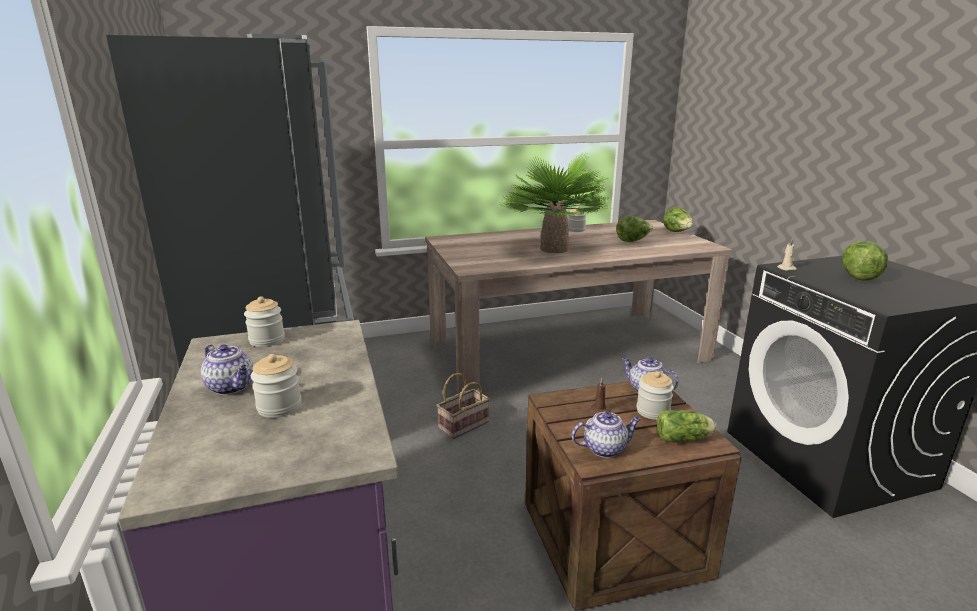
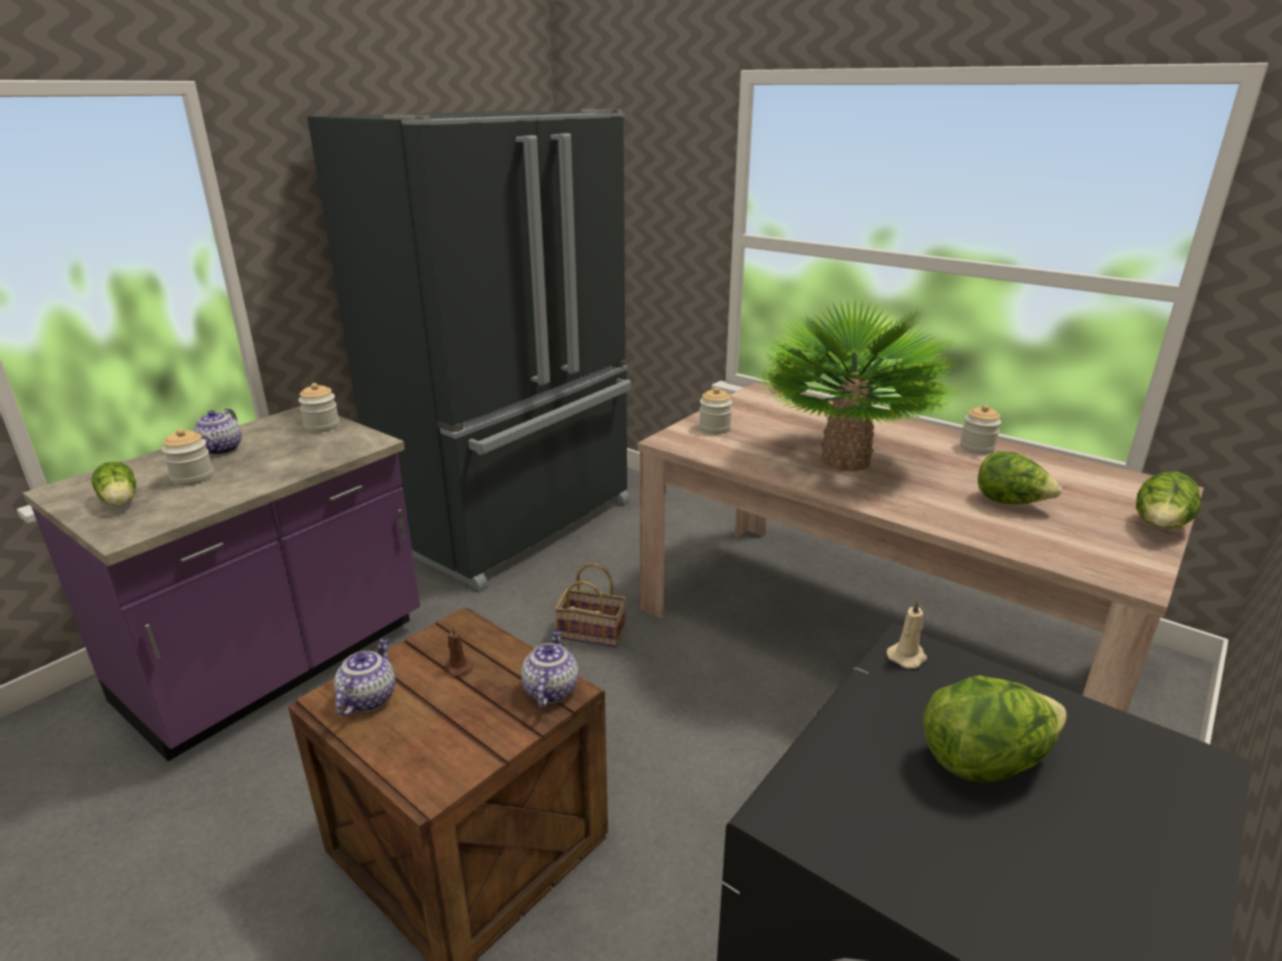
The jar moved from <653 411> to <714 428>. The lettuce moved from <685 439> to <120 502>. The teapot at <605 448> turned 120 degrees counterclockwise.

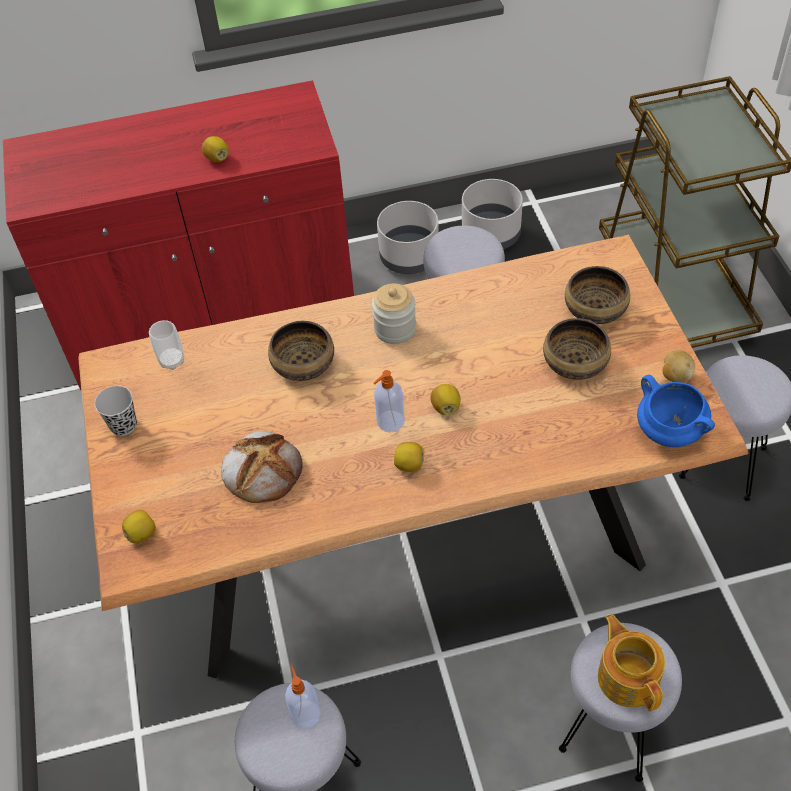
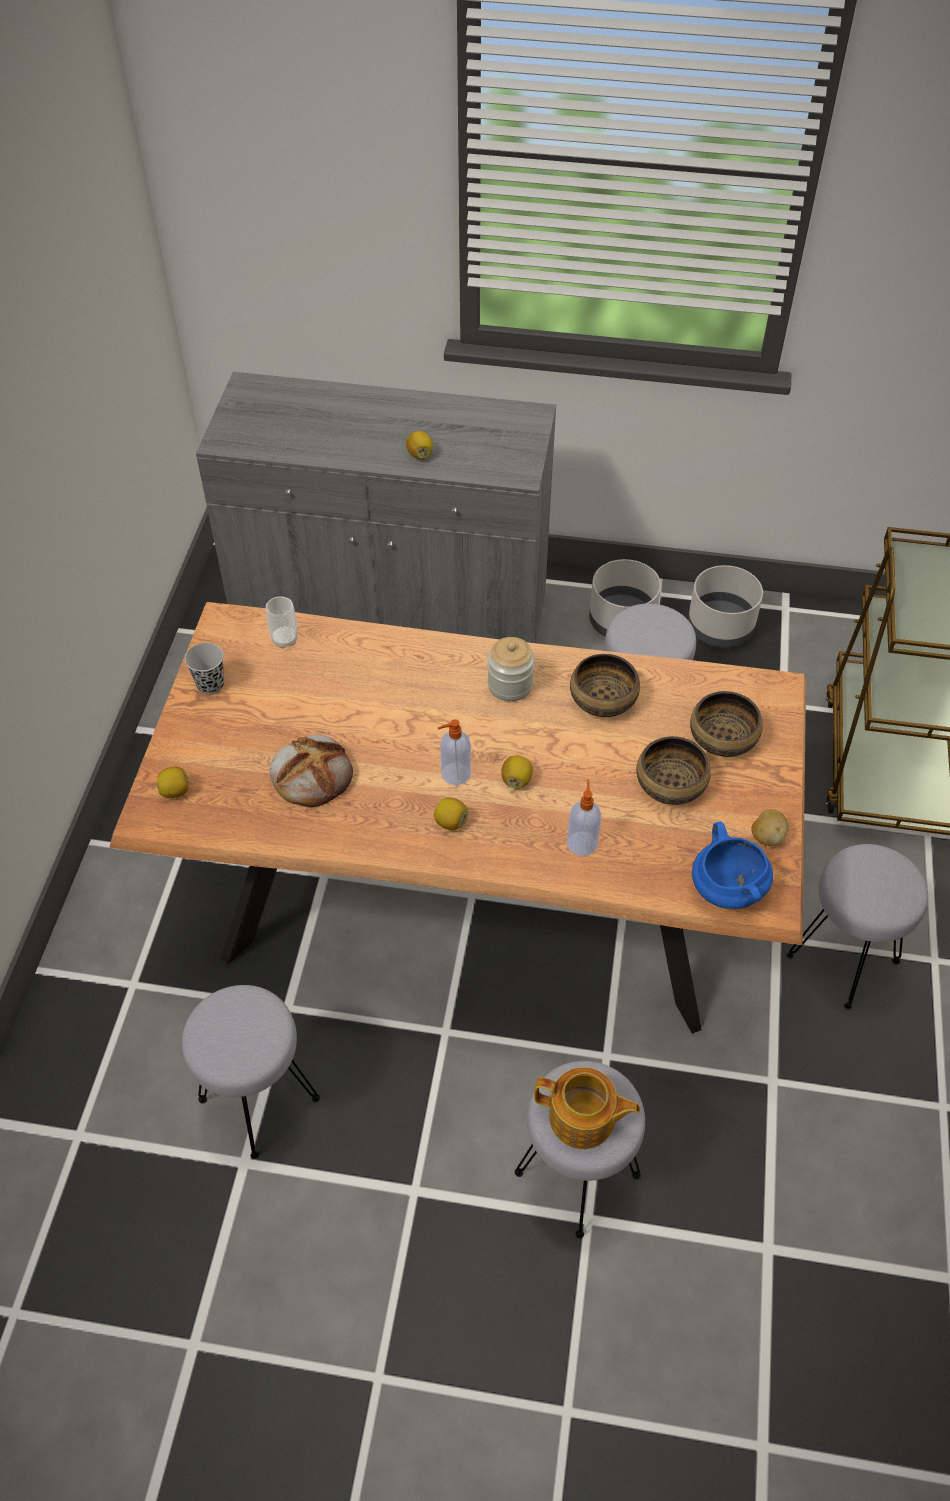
The bowl moved from <303 365> to <602 700>. The soap dispenser moved from <305 713> to <582 842>. The red cabinet at <214 324> became the grey cabinet at <392 622>. The teapot at <628 676> turned 105 degrees clockwise.

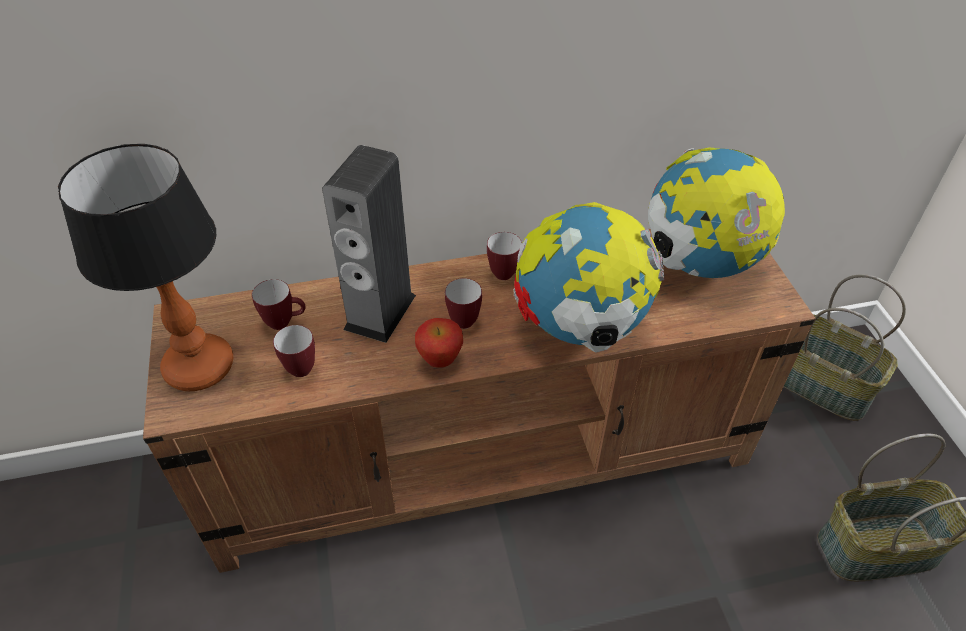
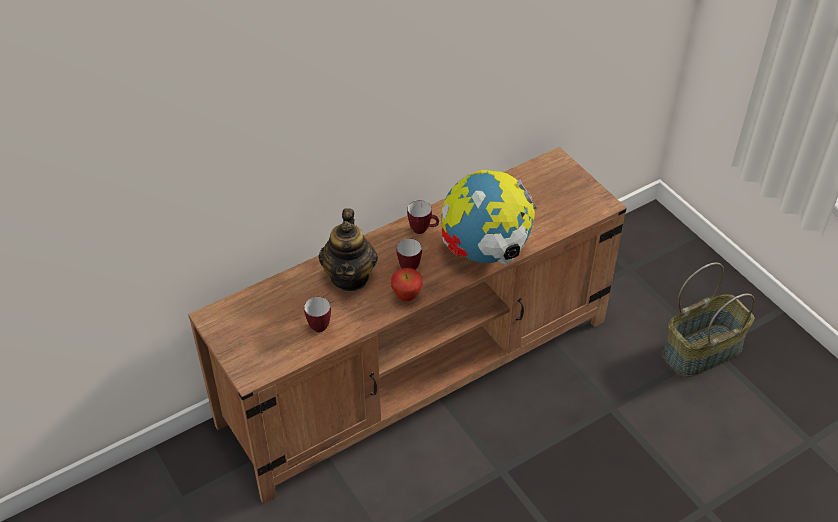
The table lamp at <200 366> disappeared. The mug at <285 322> disappeared. The globe at <699 263> disappeared. The basket at <818 385> disappeared. The speaker at <380 312> was replaced by the teapot at <350 276>.

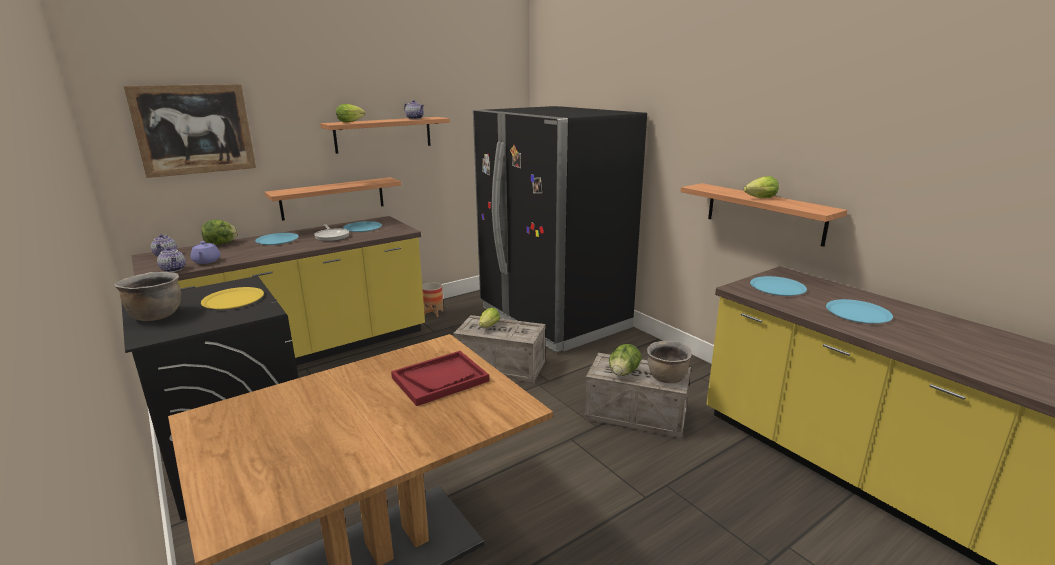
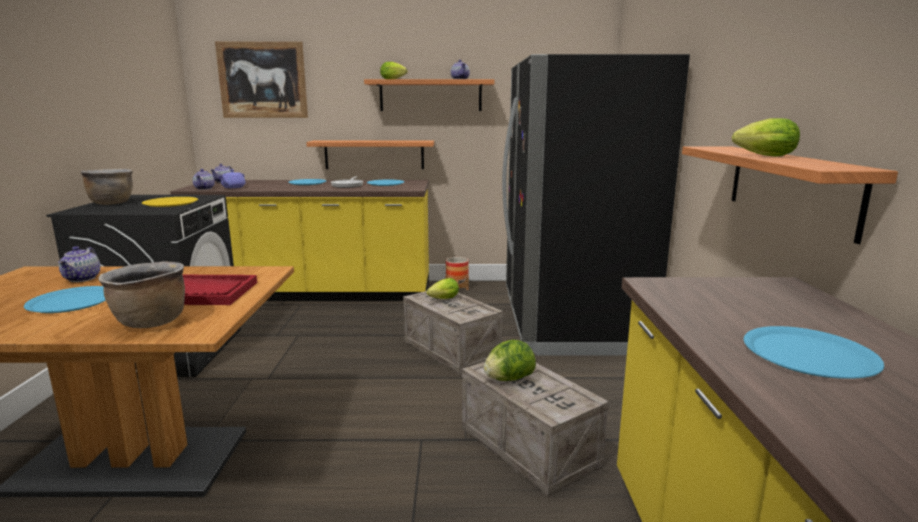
The lettuce at <221 244> disappeared. The teapot at <83 279> appeared. The brown cooking pot moved from <667 378> to <150 322>. The blue plate moved from <777 287> to <71 301>.

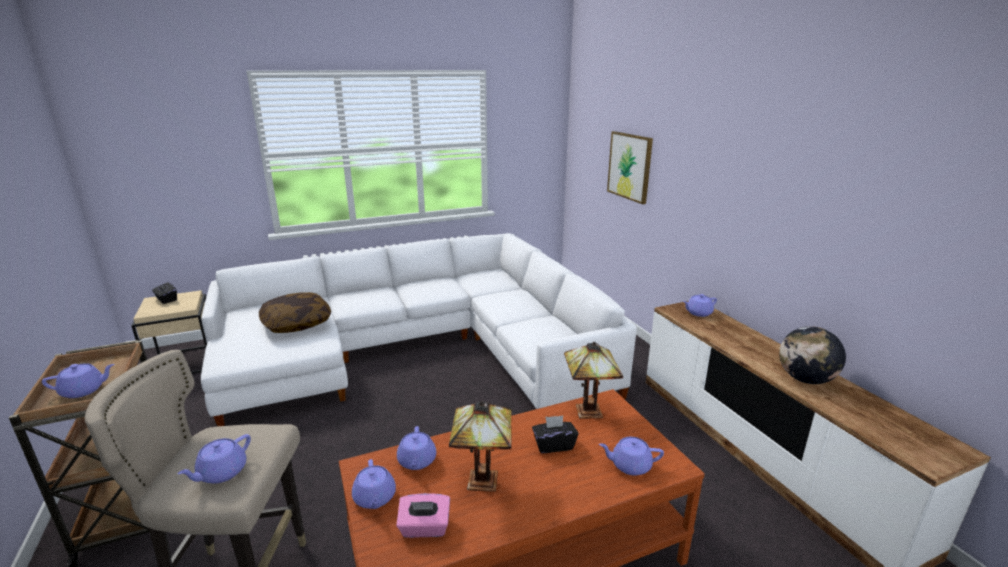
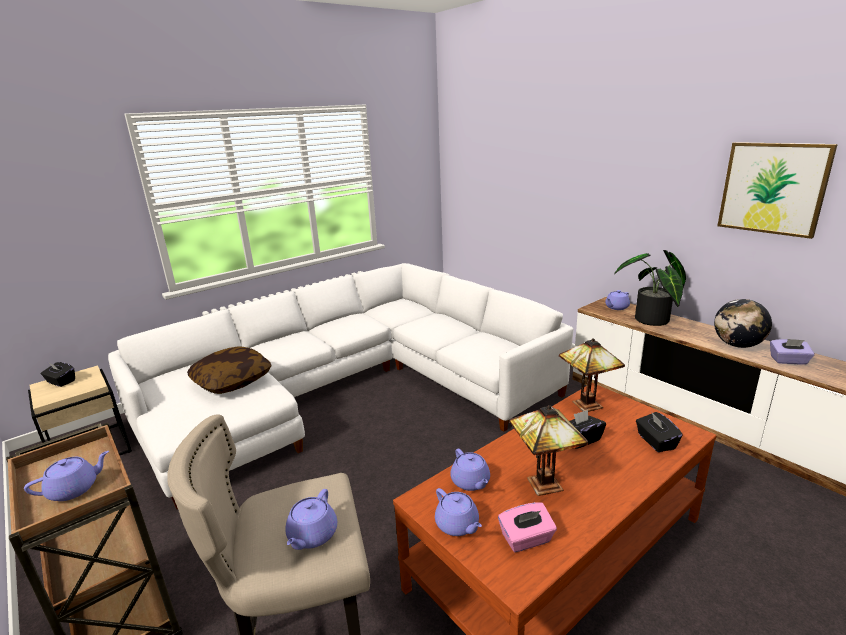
The potted plant at <651 321> appeared. The purple tissue box at <788 361> appeared. The picture moved from <630 166> to <773 188>. The purple teapot at <630 465> was replaced by the black tissue box at <655 442>.

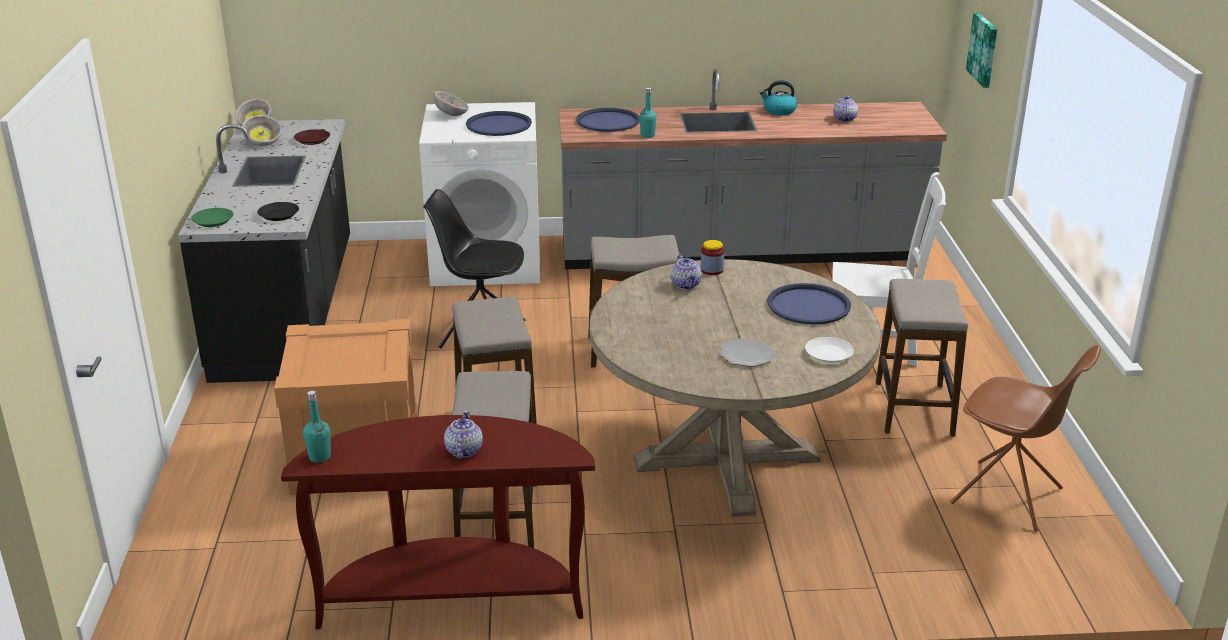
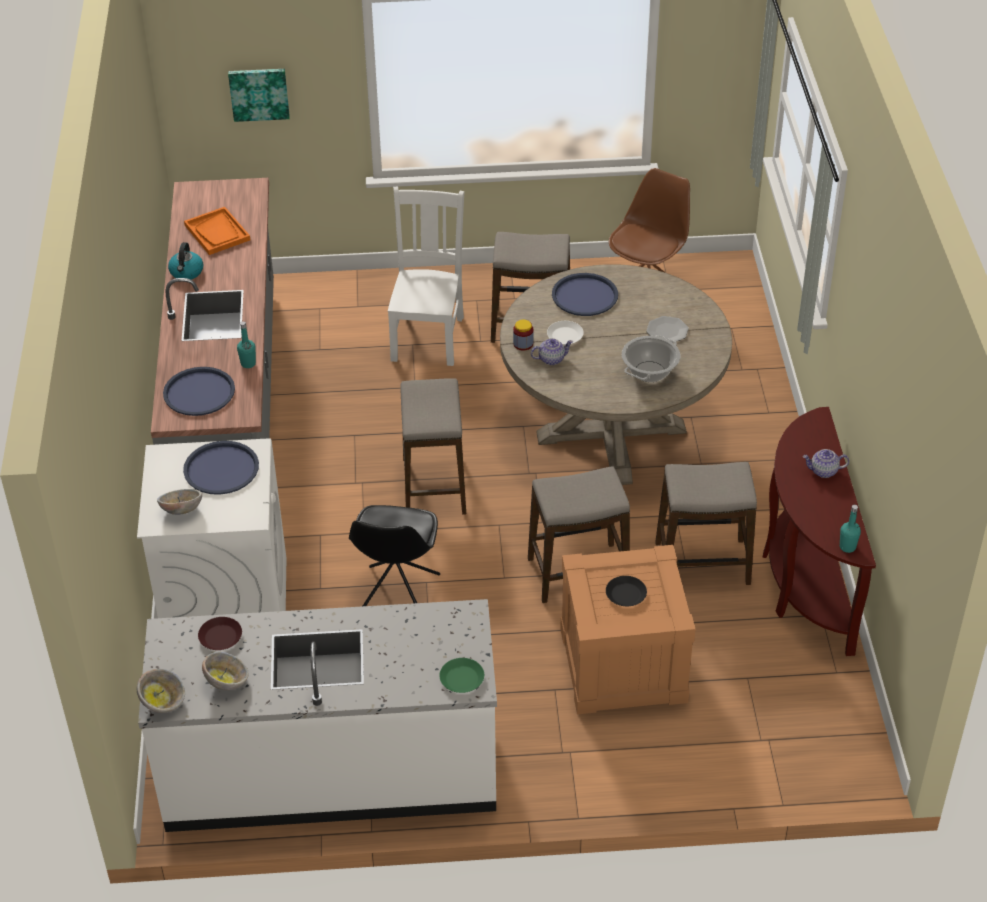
The cooking pot at <649 372> appeared. The black plate moved from <278 215> to <625 594>. The white plate moved from <828 354> to <565 336>. The teapot at <844 119> was replaced by the orange tray at <217 232>. The black counter at <288 309> became the white counter at <331 771>.

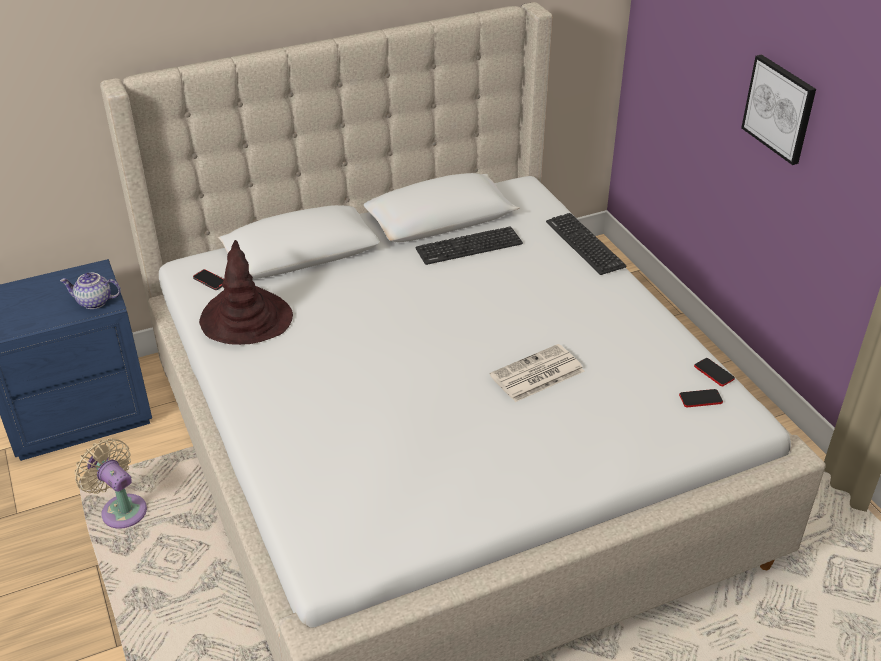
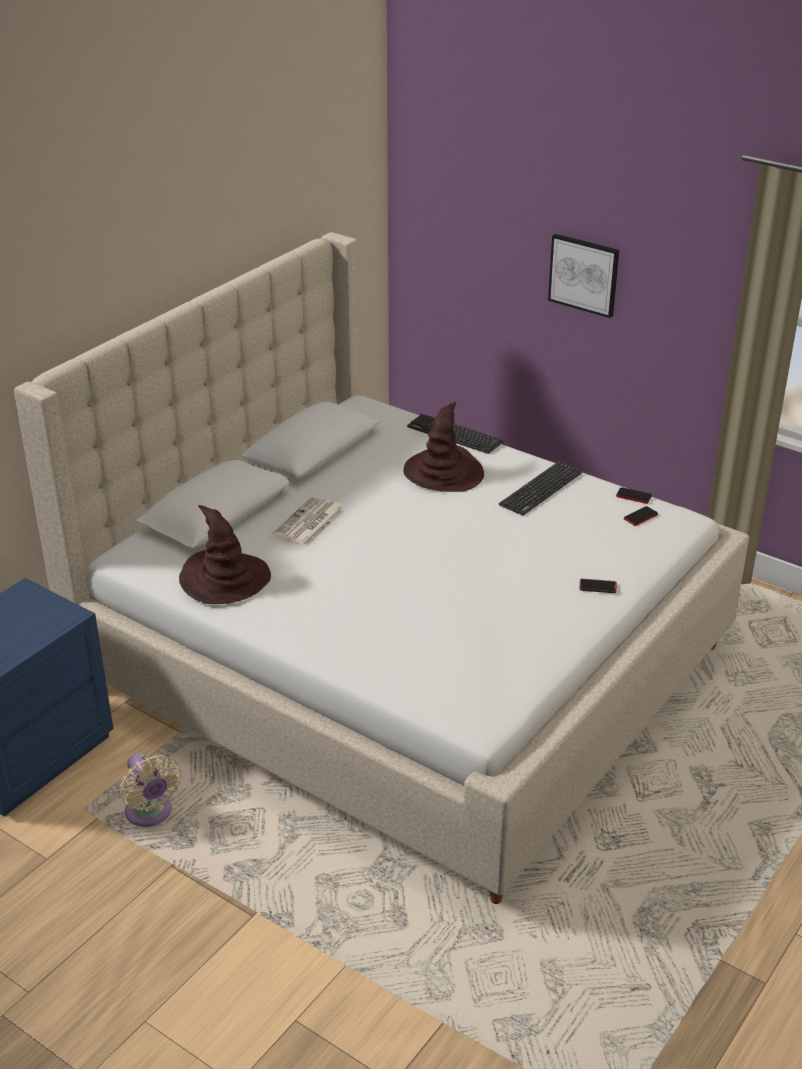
The teapot at <94 302> disappeared. The brown hat at <444 472> appeared. The phone moved from <210 281> to <597 587>. The keyboard moved from <469 246> to <540 489>. The newspaper moved from <536 374> to <309 523>. The beige fan at <121 509> turned 135 degrees counterclockwise.

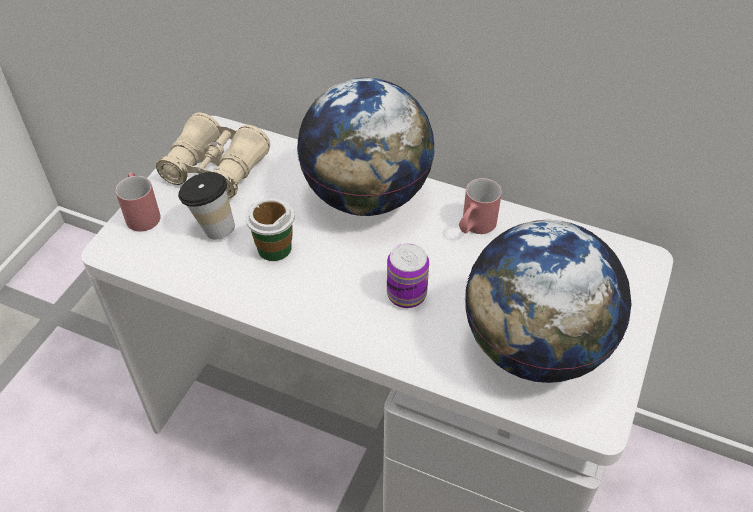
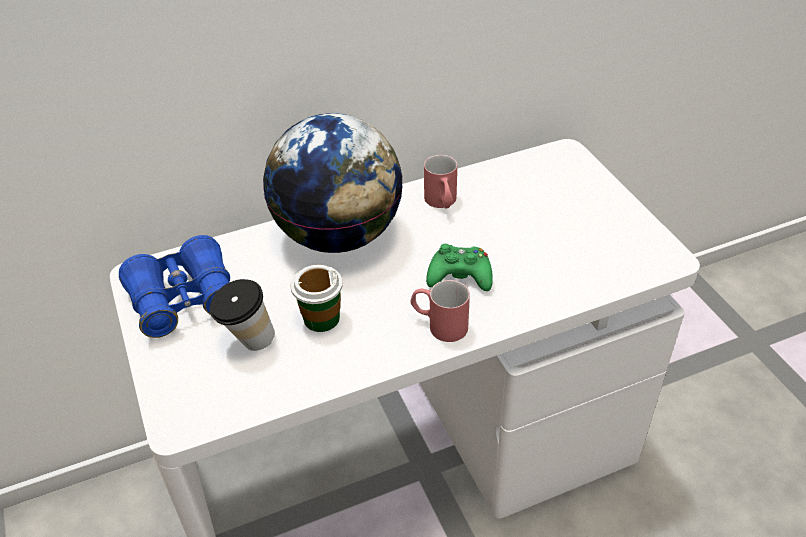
The globe at <533 347> disappeared. The red mug moved from <141 213> to <439 325>. The can at <406 294> was replaced by the green game controller at <460 275>. The beige binoculars at <216 168> became the blue binoculars at <184 300>.

